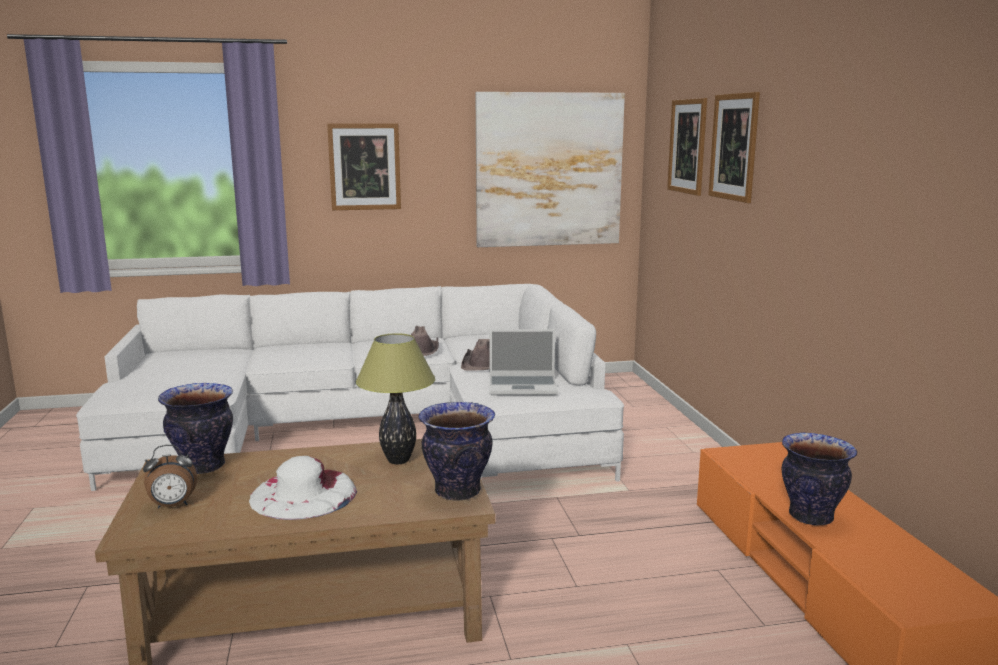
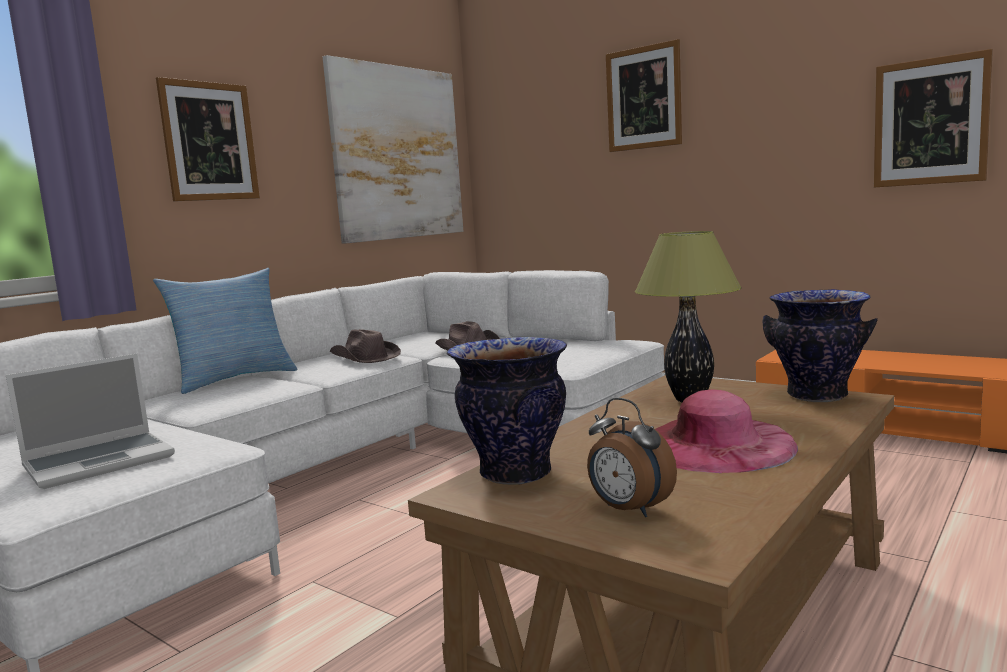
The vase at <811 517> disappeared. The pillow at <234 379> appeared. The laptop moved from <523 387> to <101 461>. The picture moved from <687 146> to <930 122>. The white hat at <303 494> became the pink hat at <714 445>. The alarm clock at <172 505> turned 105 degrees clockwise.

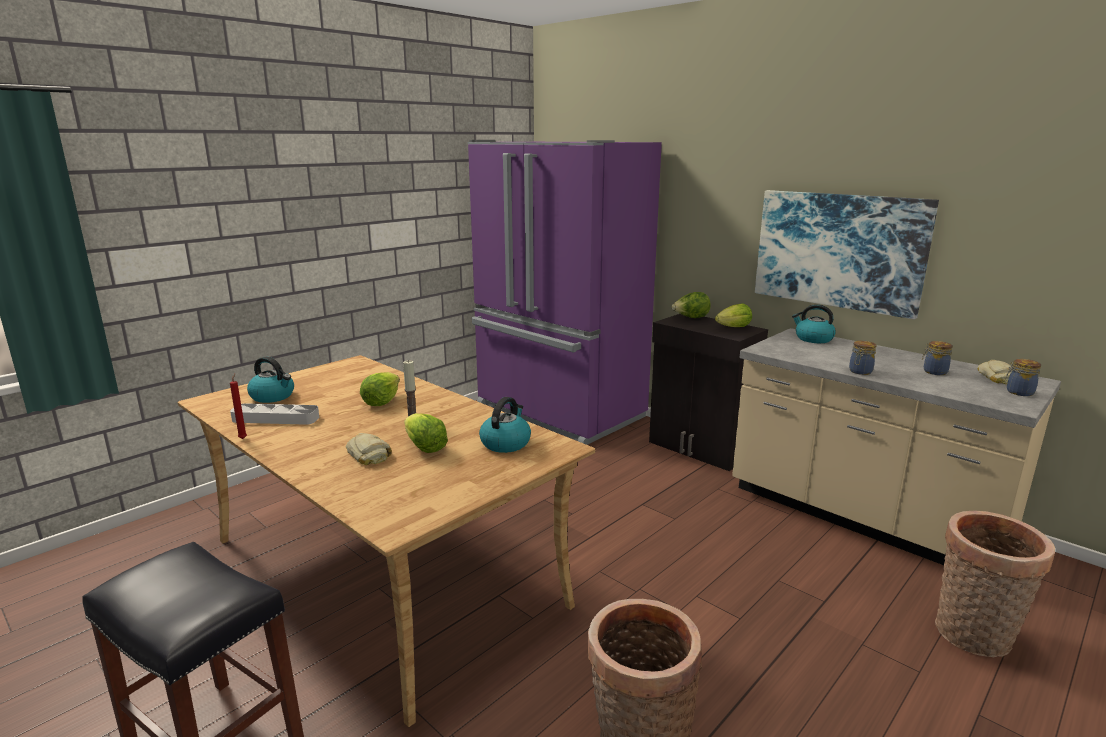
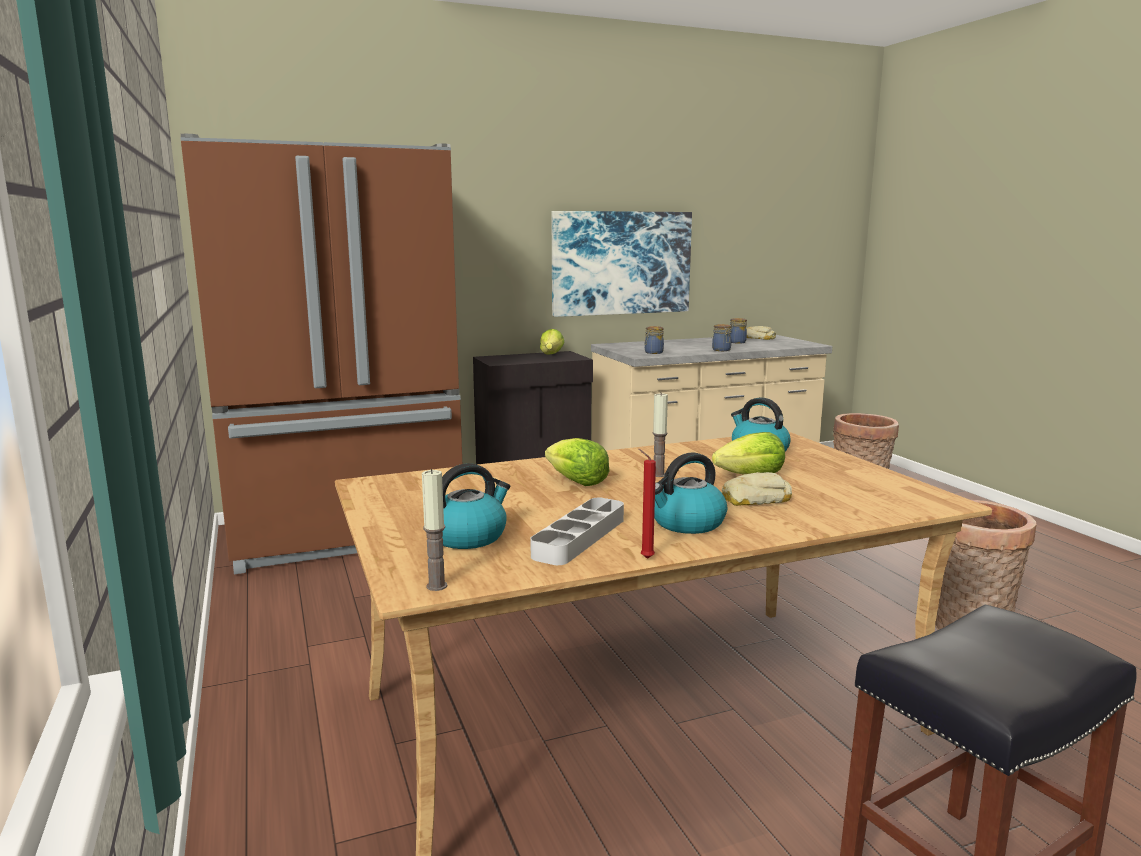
The lettuce at <691 318> disappeared. The candle at <437 586> appeared. The kettle moved from <813 339> to <686 523>. The jar moved from <1018 392> to <653 352>. The purple fridge at <558 412> became the brown fridge at <348 535>.

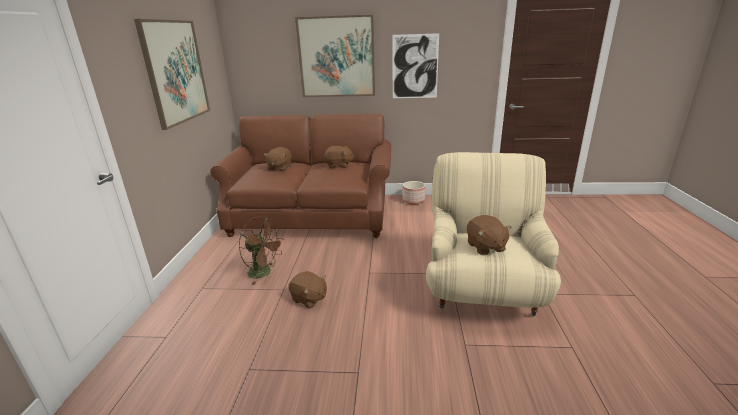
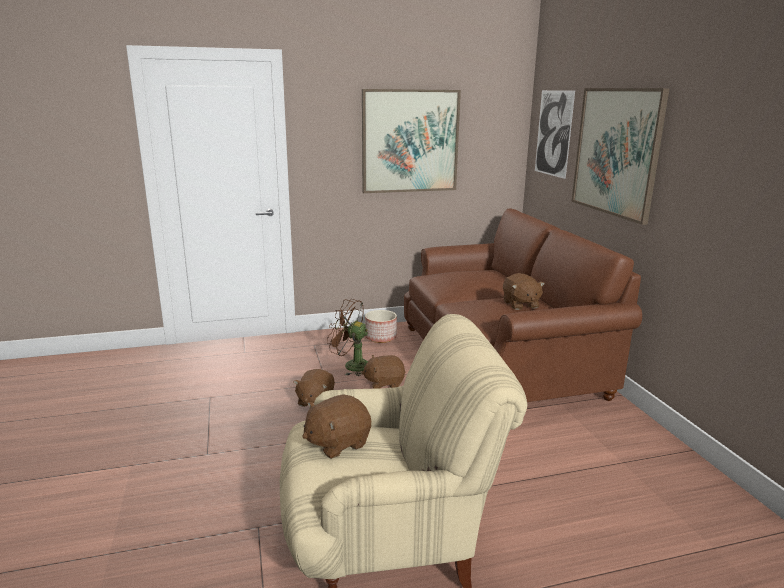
The brown plush toy moved from <279 168> to <384 383>. The picture moved from <415 67> to <553 133>. The planter moved from <414 200> to <381 338>. The brown fan at <264 273> turned 105 degrees clockwise.

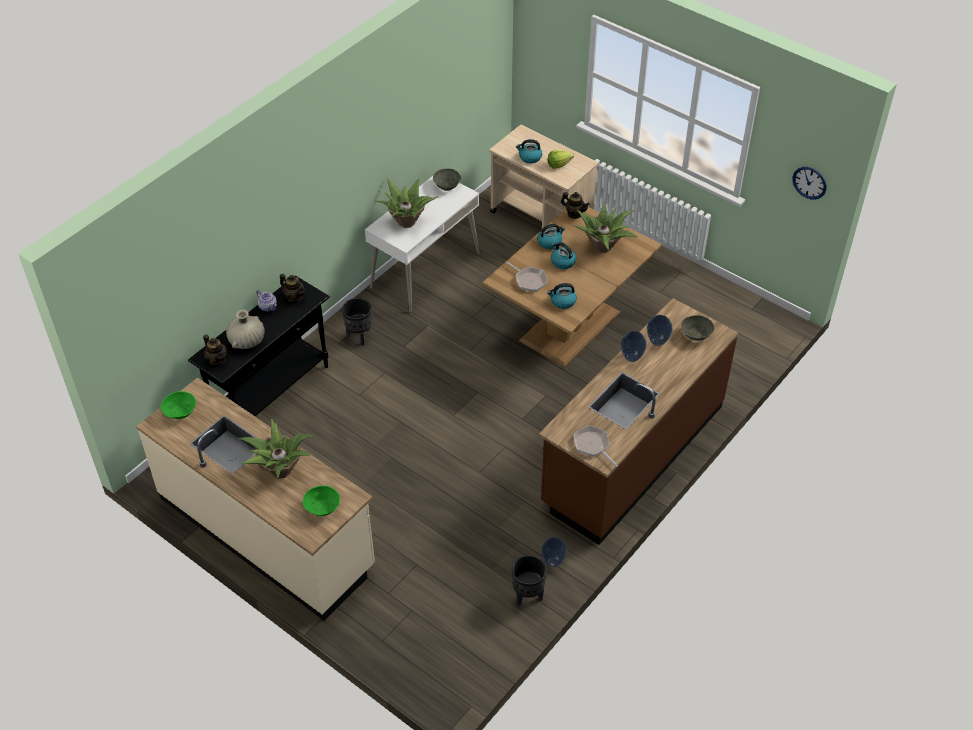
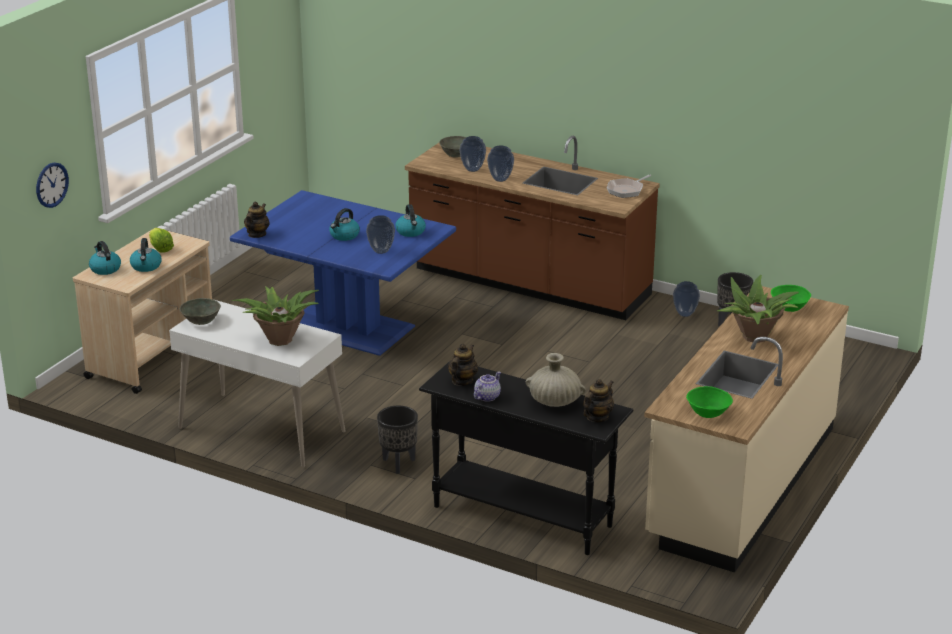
The potted plant at <603 247> disappeared. The kettle moved from <550 242> to <105 269>. The wall clock moved from <809 182> to <51 185>. The frying pan at <529 280> was replaced by the vase at <380 251>. The brown dining table at <568 326> became the blue dining table at <347 328>.

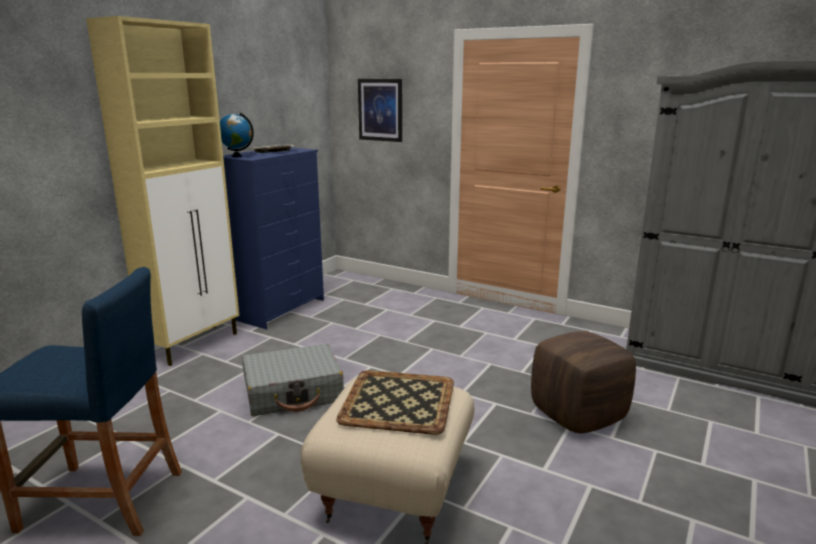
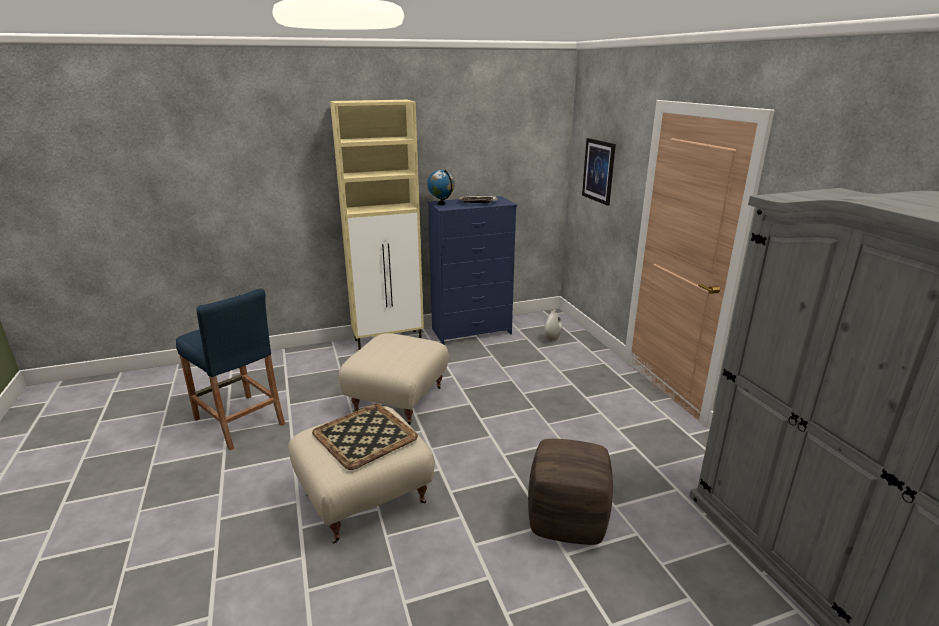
The white vase at <552 338> appeared. The grey suitcase at <293 392> was replaced by the beige ottoman at <398 401>.

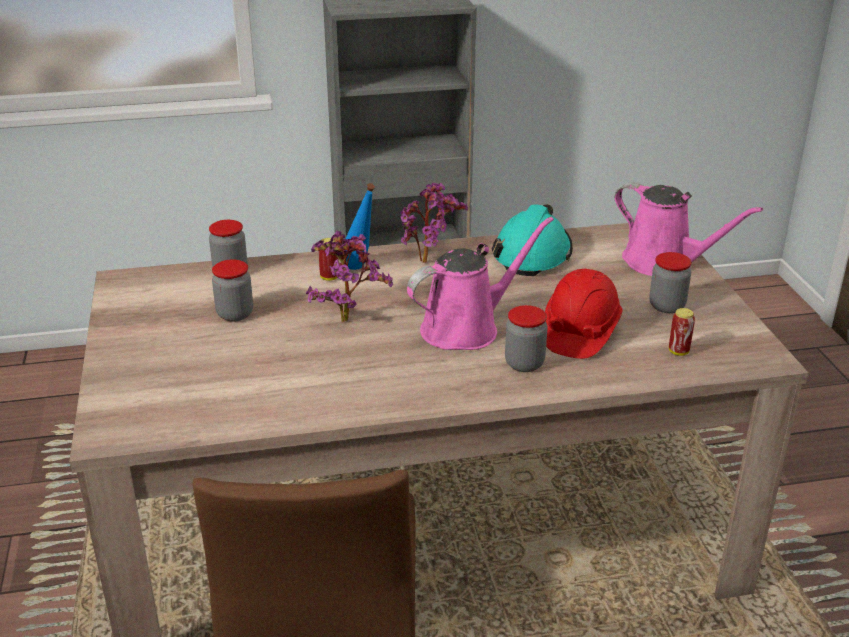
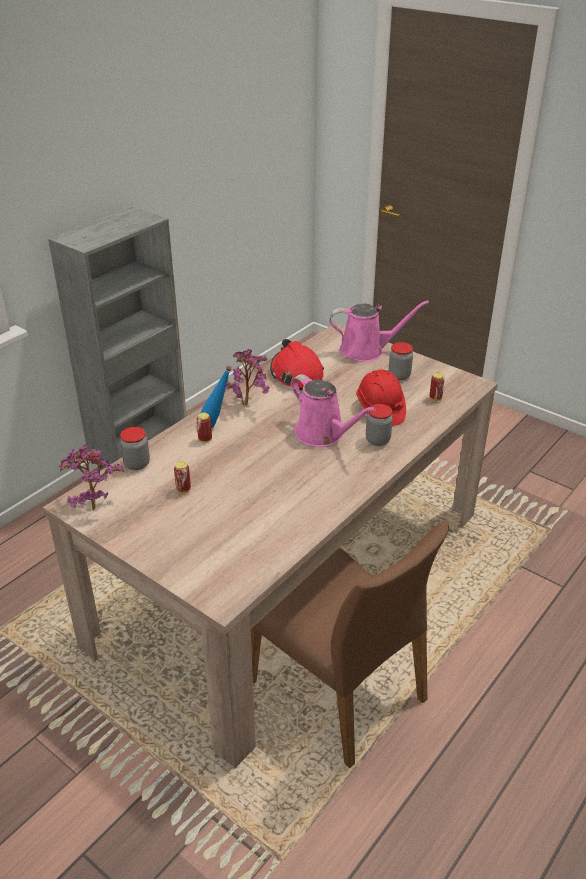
The potted plant moved from <347 318> to <93 506>. The jar at <235 314> was replaced by the can at <183 490>. The turquoise hard hat at <532 254> became the red hard hat at <296 374>. The pink watering can at <466 328> turned 120 degrees clockwise.

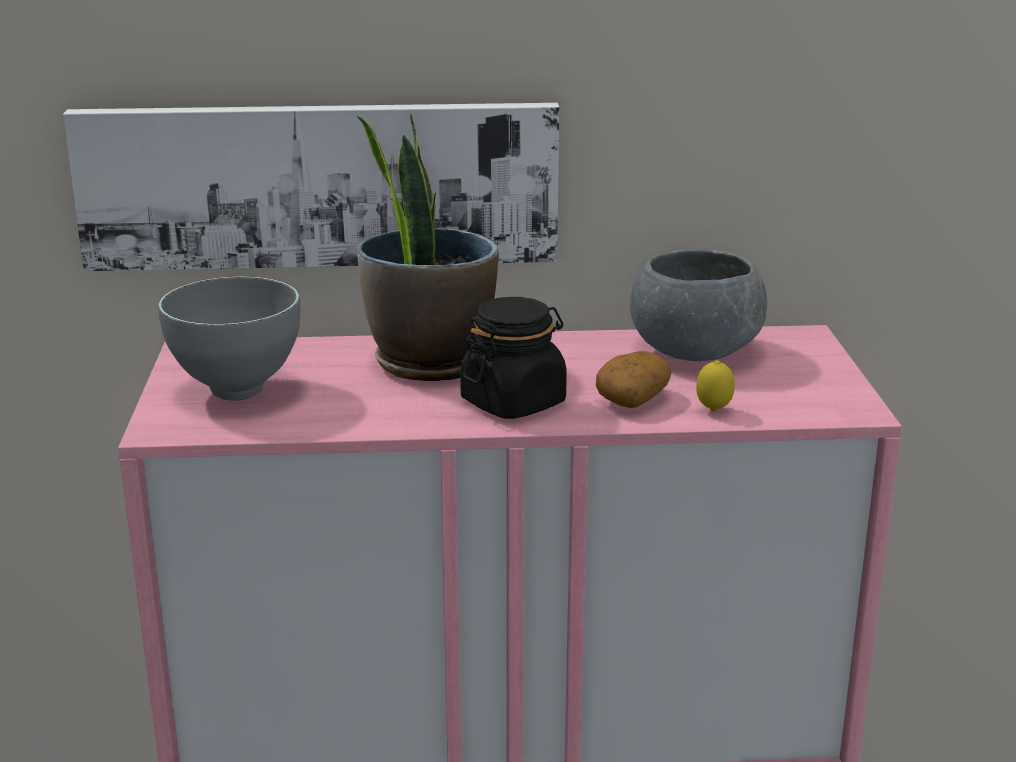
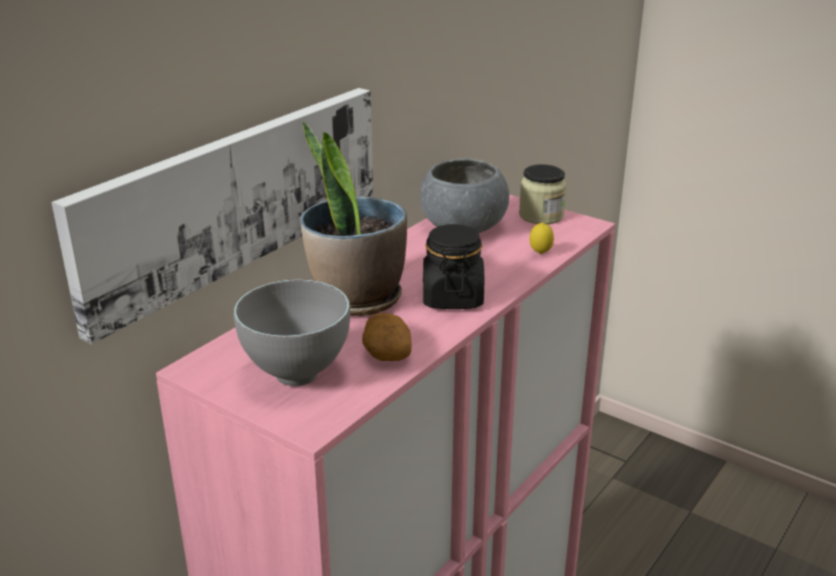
The jar at <541 216> appeared. The potato moved from <632 399> to <386 352>.

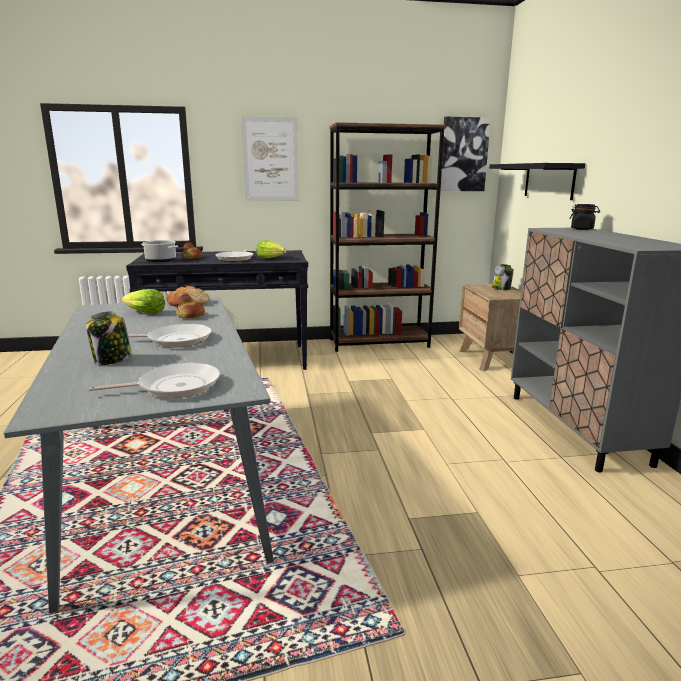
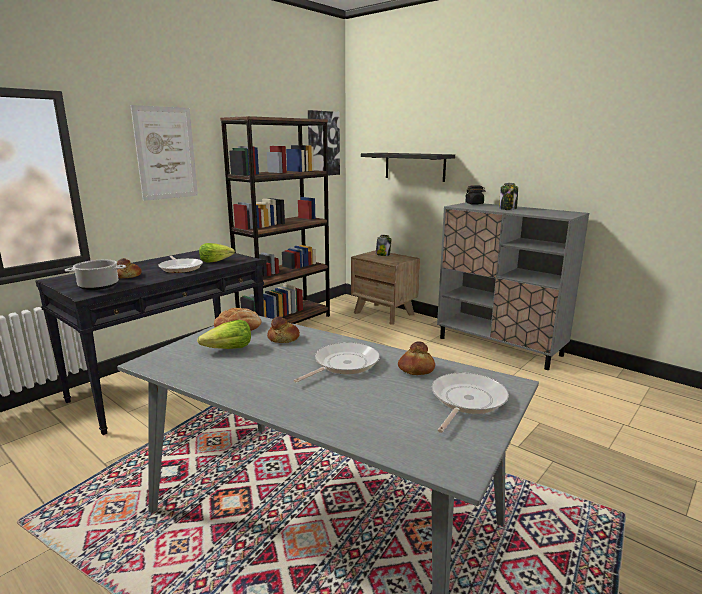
The bread at <416 369> appeared. The jar moved from <112 360> to <508 209>.

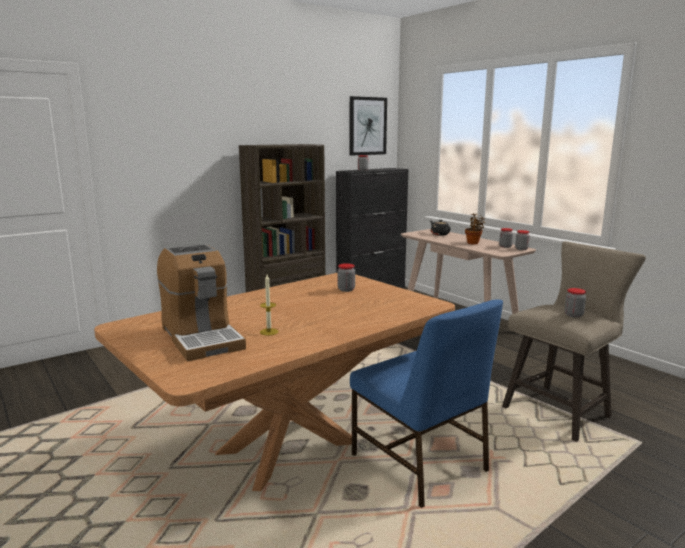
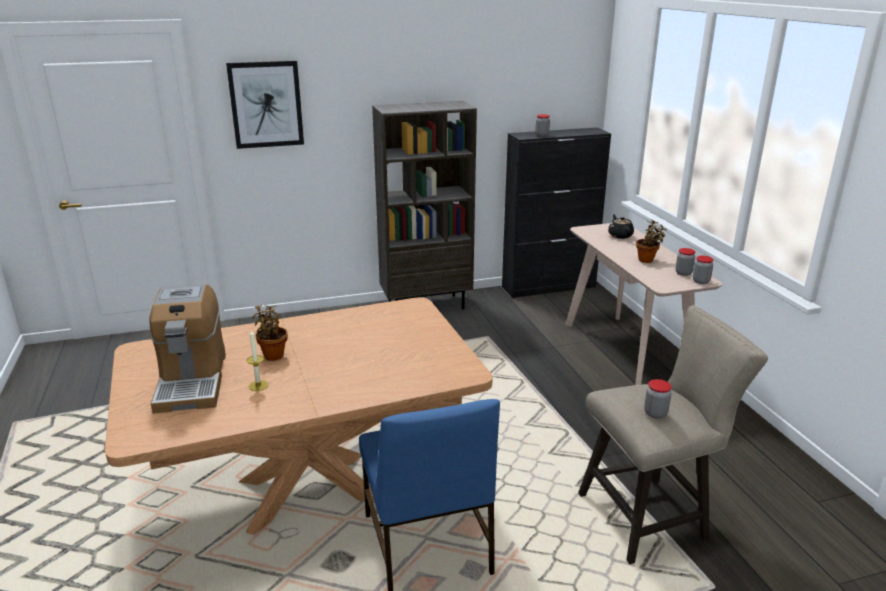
The jar at <346 289> disappeared. The potted plant at <273 354> appeared. The picture moved from <367 126> to <266 104>.

